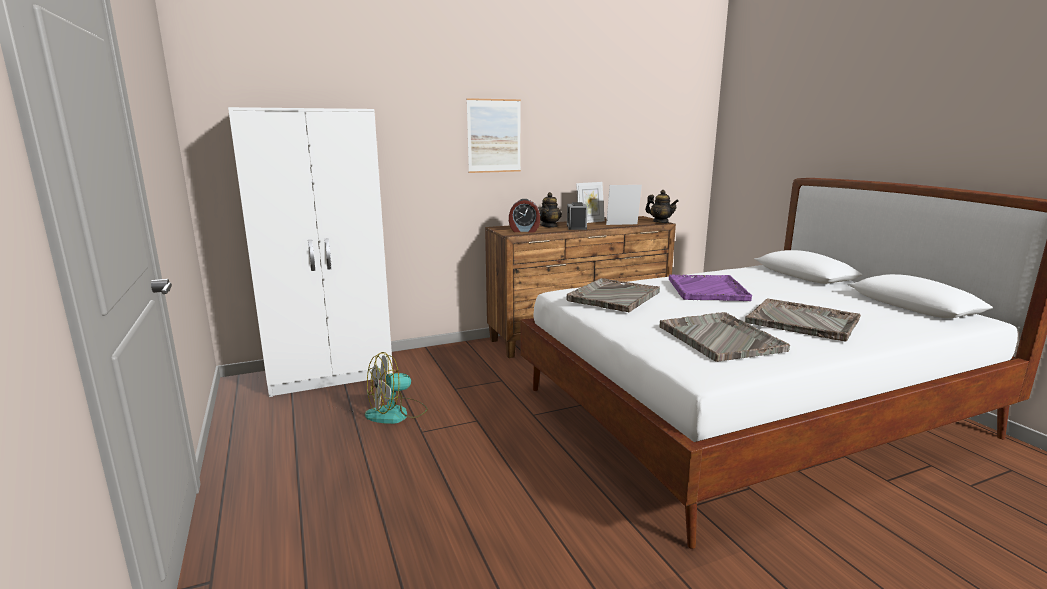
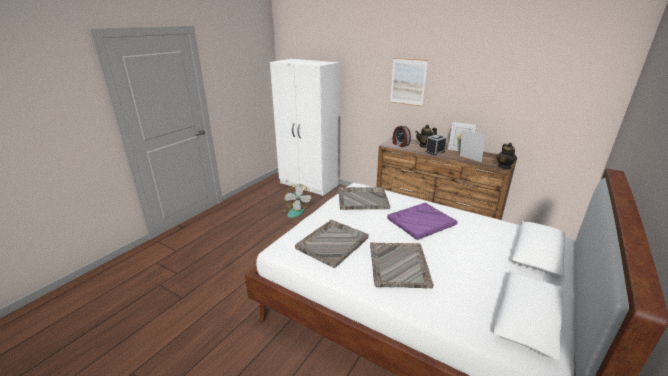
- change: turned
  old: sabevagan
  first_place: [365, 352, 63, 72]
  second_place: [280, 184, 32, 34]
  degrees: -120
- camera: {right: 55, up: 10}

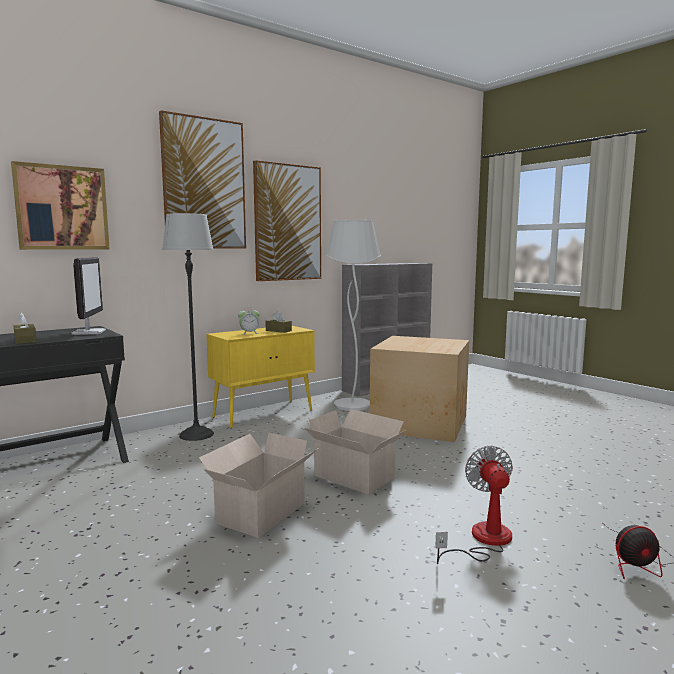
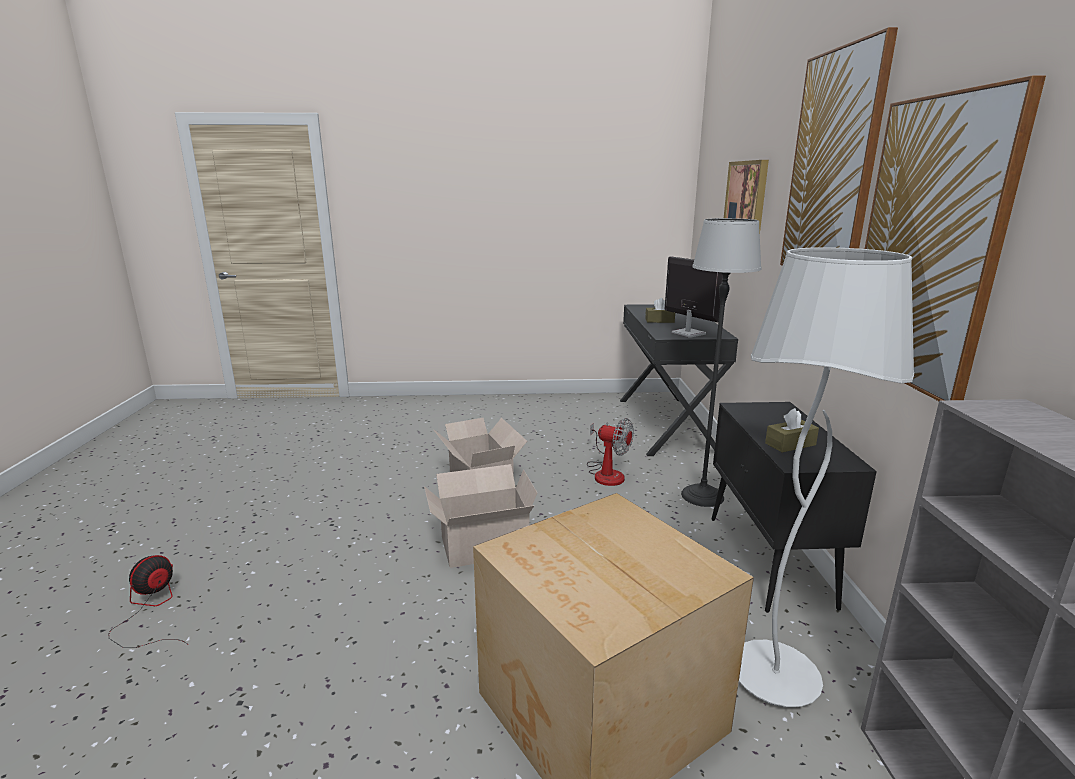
- change: turned
  old: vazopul
  first_place: [72, 257, 34, 78]
  second_place: [665, 256, 58, 82]
  degrees: -150
- change: recoloured
  old: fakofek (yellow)
  new: fakofek (black)
  first_place: [206, 326, 109, 102]
  second_place: [711, 402, 166, 211]
- change: removed
  old: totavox
  first_place: [238, 307, 22, 28]
- change: moved
  old: sabevagan
  first_place: [435, 446, 78, 118]
  second_place: [587, 418, 47, 68]
- camera: {right: 125, up: 10}

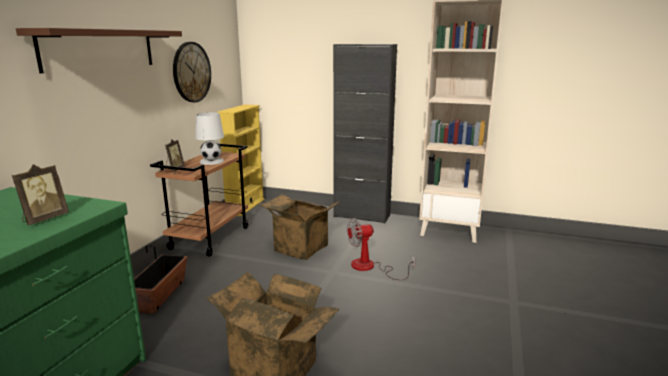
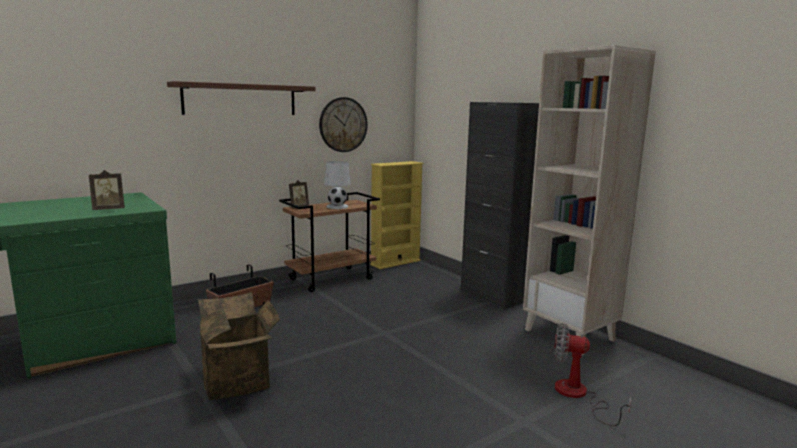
- change: removed
  old: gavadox
  first_place: [259, 194, 81, 66]
- change: moved
  old: sabevagan
  first_place: [347, 218, 69, 62]
  second_place: [554, 323, 77, 103]
- camera: {right: 35, up: -5}

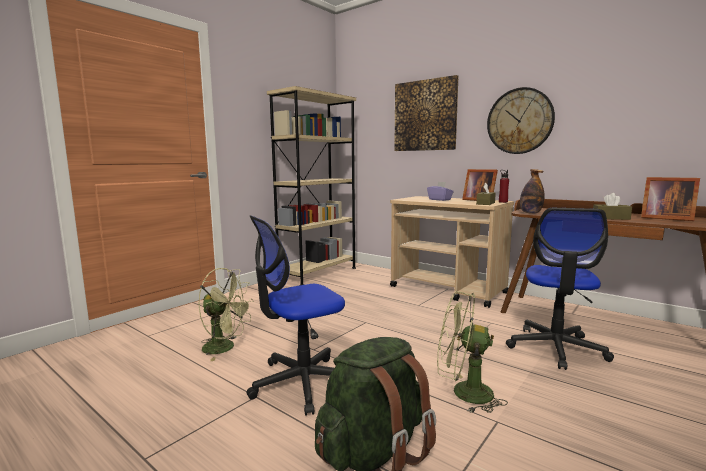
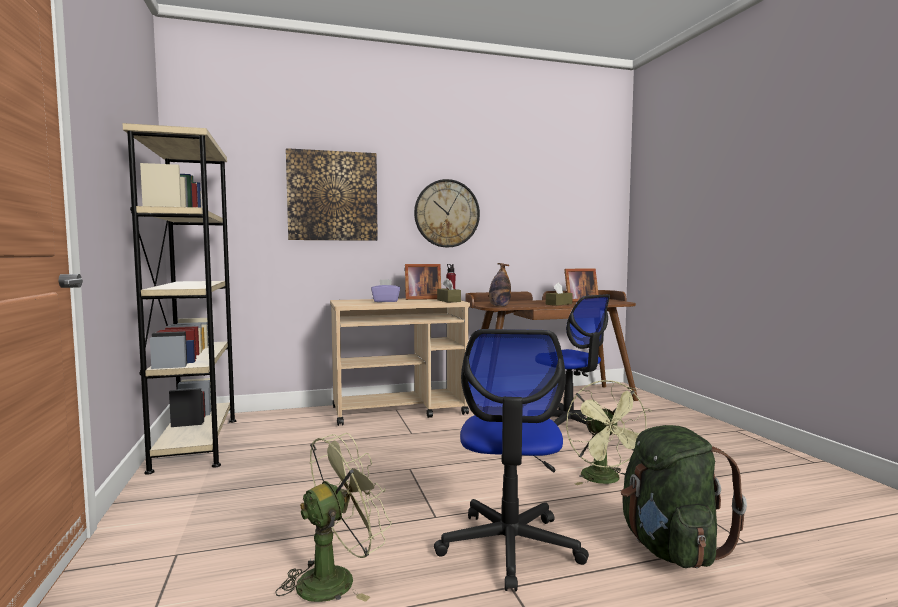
- change: turned
  old: sabevagan (green)
  first_place: [437, 291, 71, 122]
  second_place: [566, 380, 86, 105]
  degrees: -60
- camera: {right: -55, up: -5}

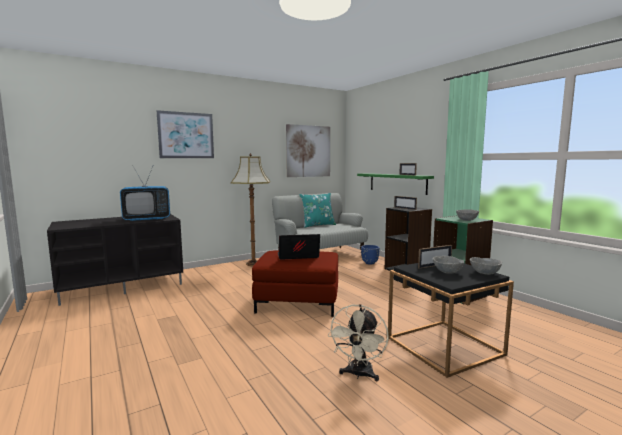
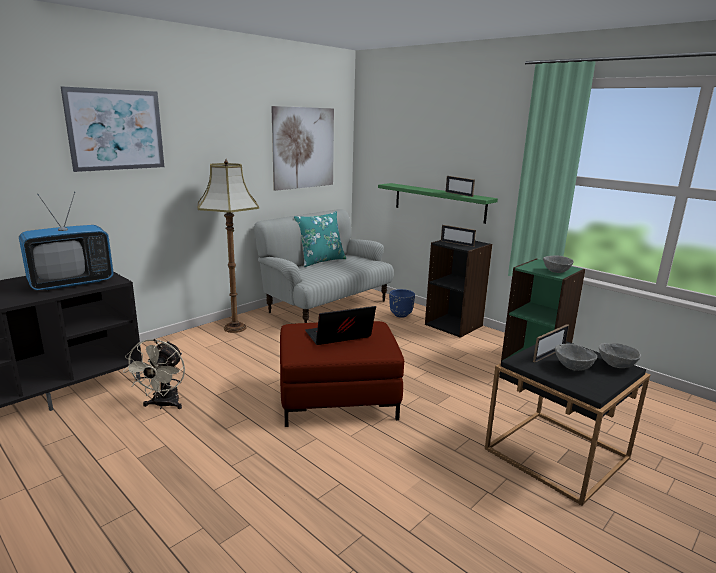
- change: moved
  old: sabevagan (beige)
  first_place: [328, 304, 61, 77]
  second_place: [123, 339, 62, 70]
- camera: {right: -15, up: 10}

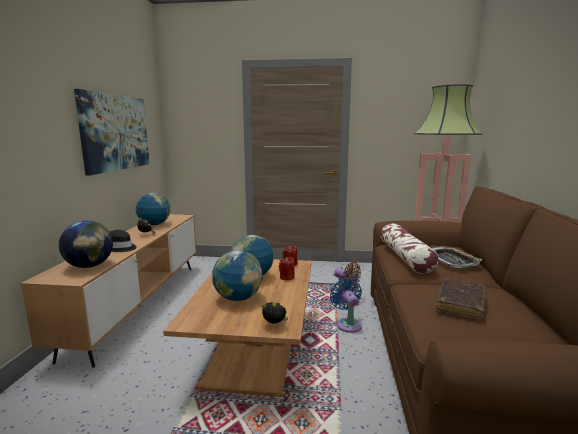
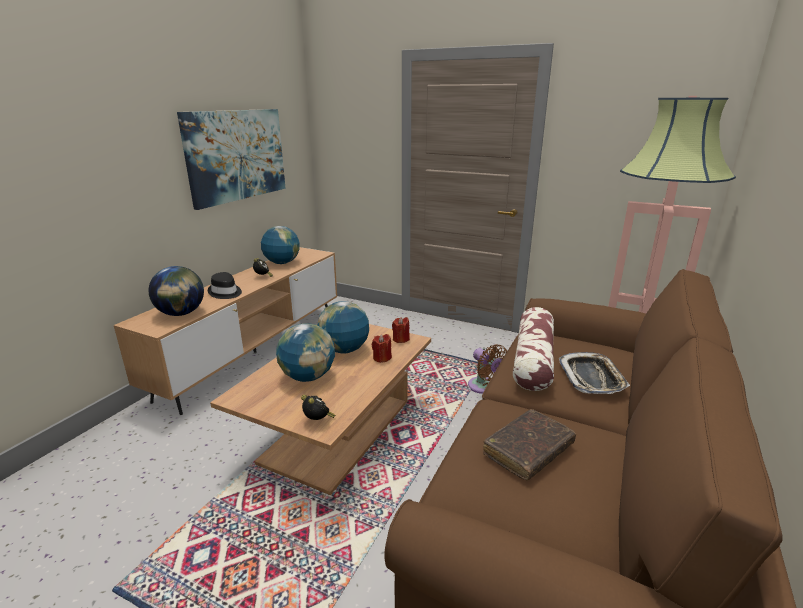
- change: removed
  old: sabevagan (blue)
  first_place: [330, 278, 32, 55]
- camera: {right: 20, up: 10}

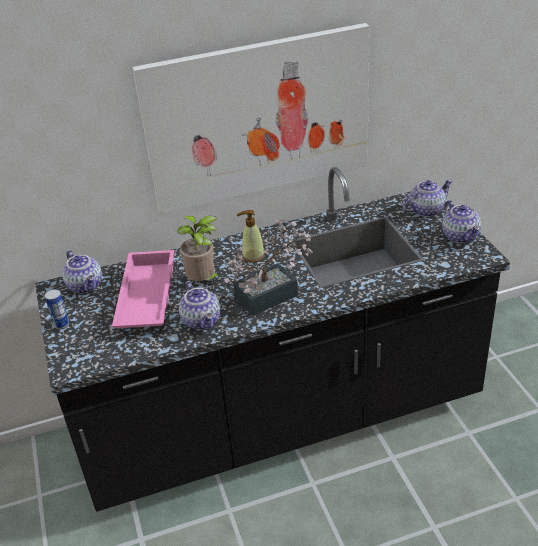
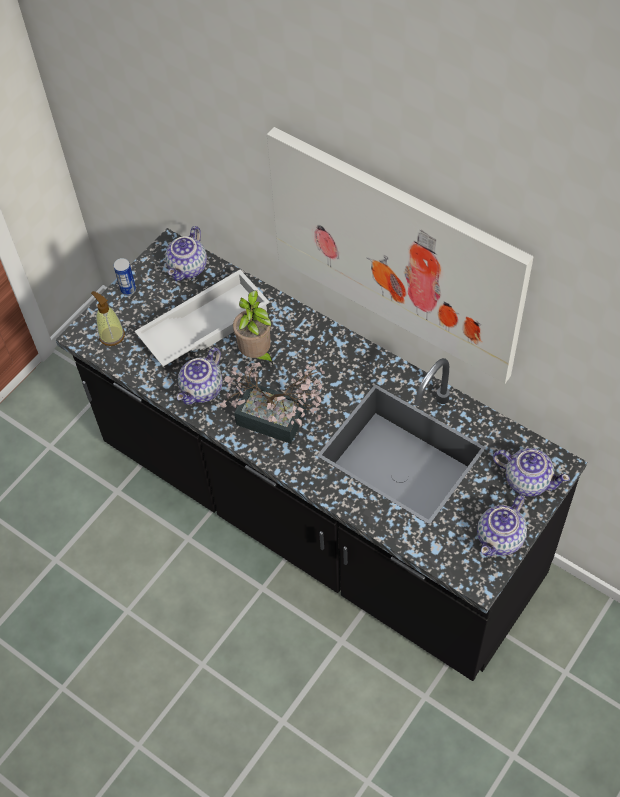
- change: recoloured
  old: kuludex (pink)
  new: kuludex (white)
  first_place: [112, 250, 62, 78]
  second_place: [135, 270, 135, 97]
- change: moved
  old: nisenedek
  first_place: [237, 210, 28, 53]
  second_place: [91, 291, 34, 55]
- camera: {right: 55, up: 20}

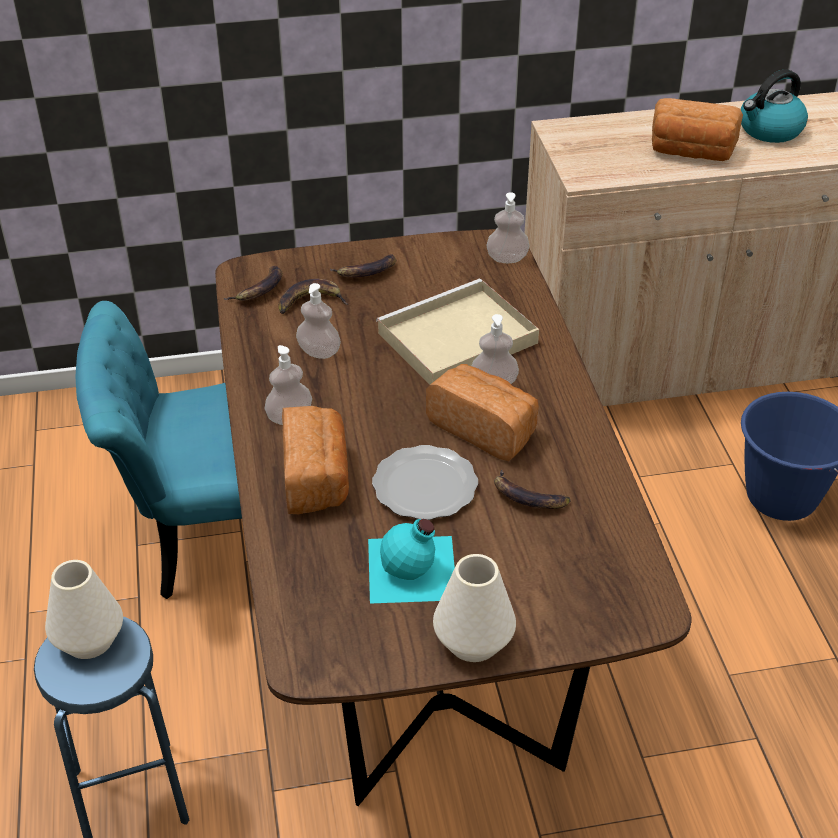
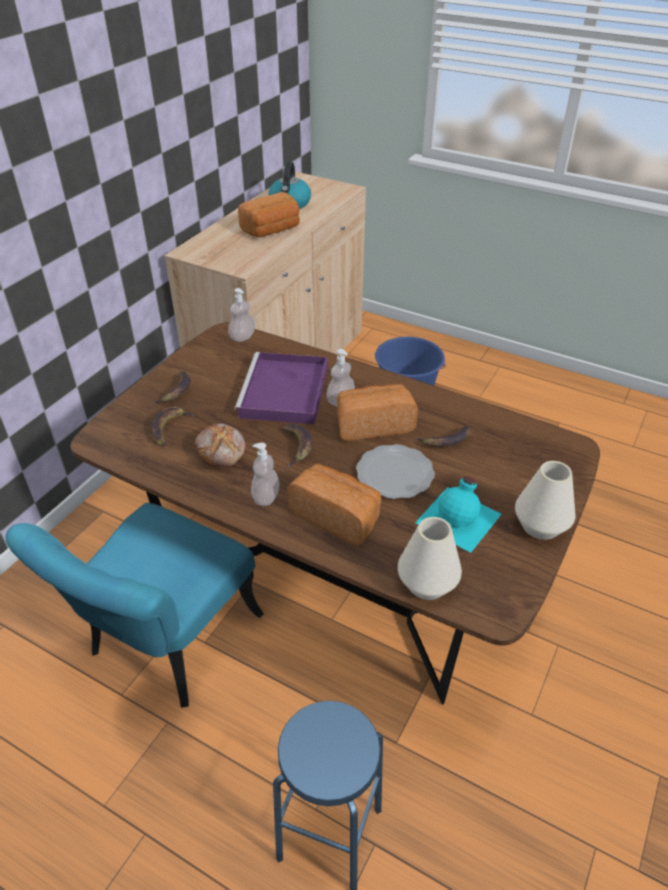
- change: moved
  old: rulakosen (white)
  first_place: [45, 560, 78, 99]
  second_place: [398, 517, 64, 83]
- change: moved
  old: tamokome
  first_place: [223, 266, 60, 35]
  second_place: [282, 424, 30, 43]
- change: replaced
  old: nisenedek
  new: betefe
  first_place: [296, 283, 45, 76]
  second_place: [195, 424, 51, 44]
- change: recoloured
  old: kuludex (beige)
  new: kuludex (purple)
  first_place: [376, 279, 163, 105]
  second_place: [234, 352, 94, 72]
- camera: {right: -50, up: 0}

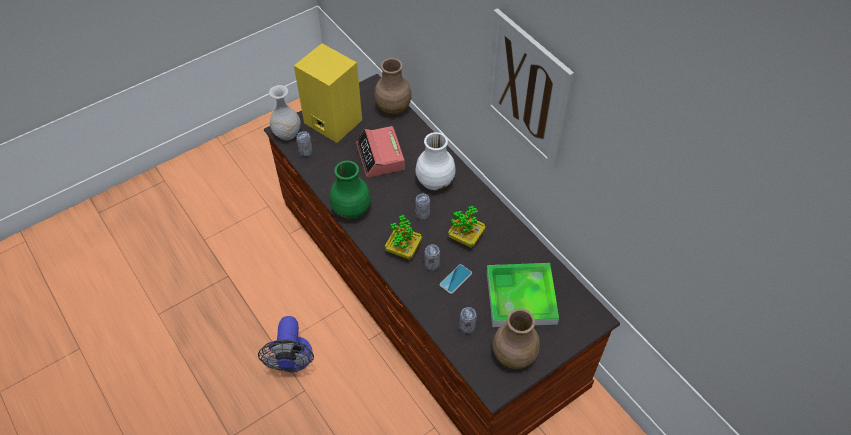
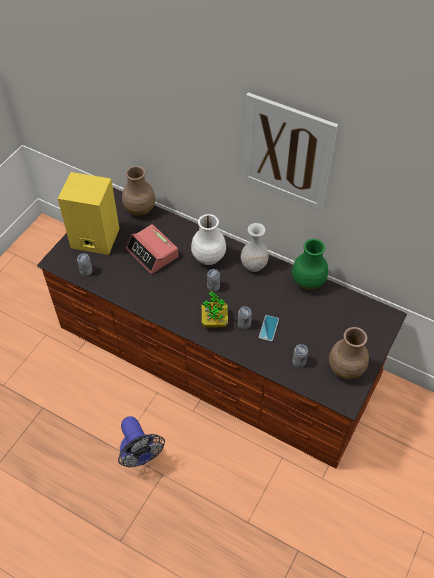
- change: moved
  old: rulakosen (white)
  first_place: [269, 85, 32, 55]
  second_place: [241, 223, 28, 49]
- change: moved
  old: rulakosen (green)
  first_place: [330, 161, 41, 58]
  second_place: [292, 239, 36, 51]
- change: removed
  old: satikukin
  first_place: [448, 206, 38, 42]
- change: removed
  old: kuludex
  first_place: [487, 263, 72, 64]
- camera: {right: -25, up: 0}

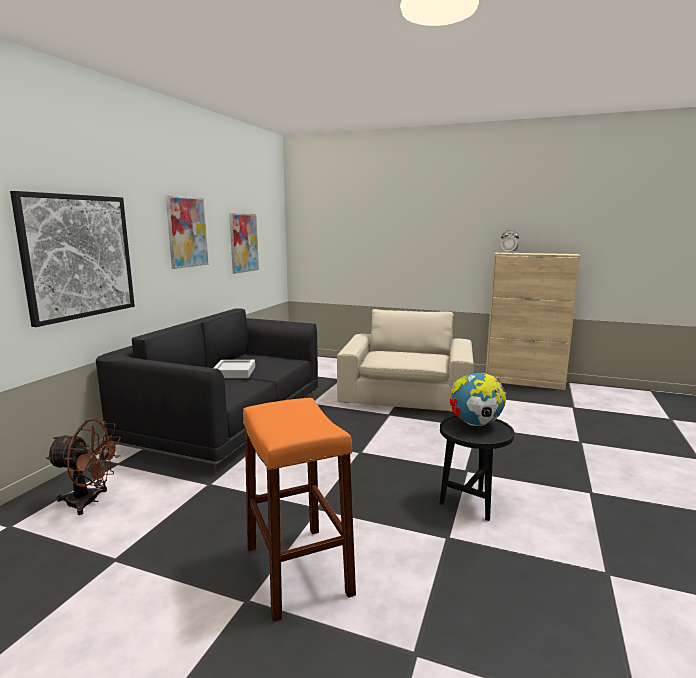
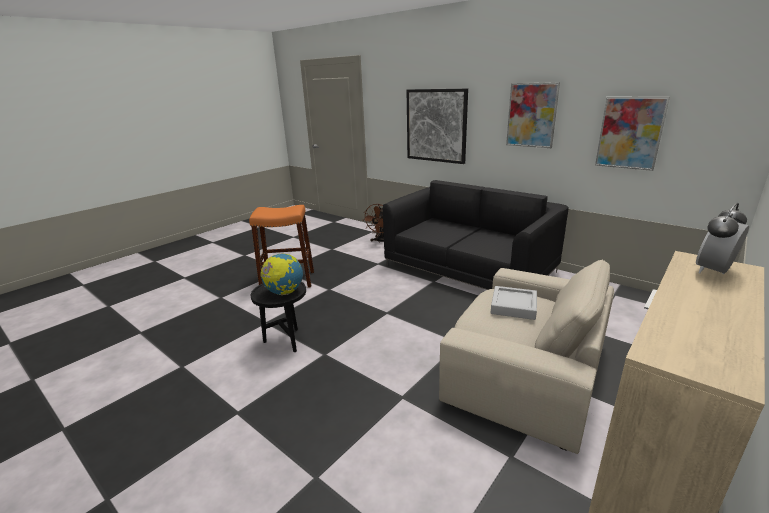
- change: moved
  old: kuludex (grey)
  first_place: [214, 360, 41, 18]
  second_place: [491, 286, 46, 34]
- camera: {right: 110, up: 10}

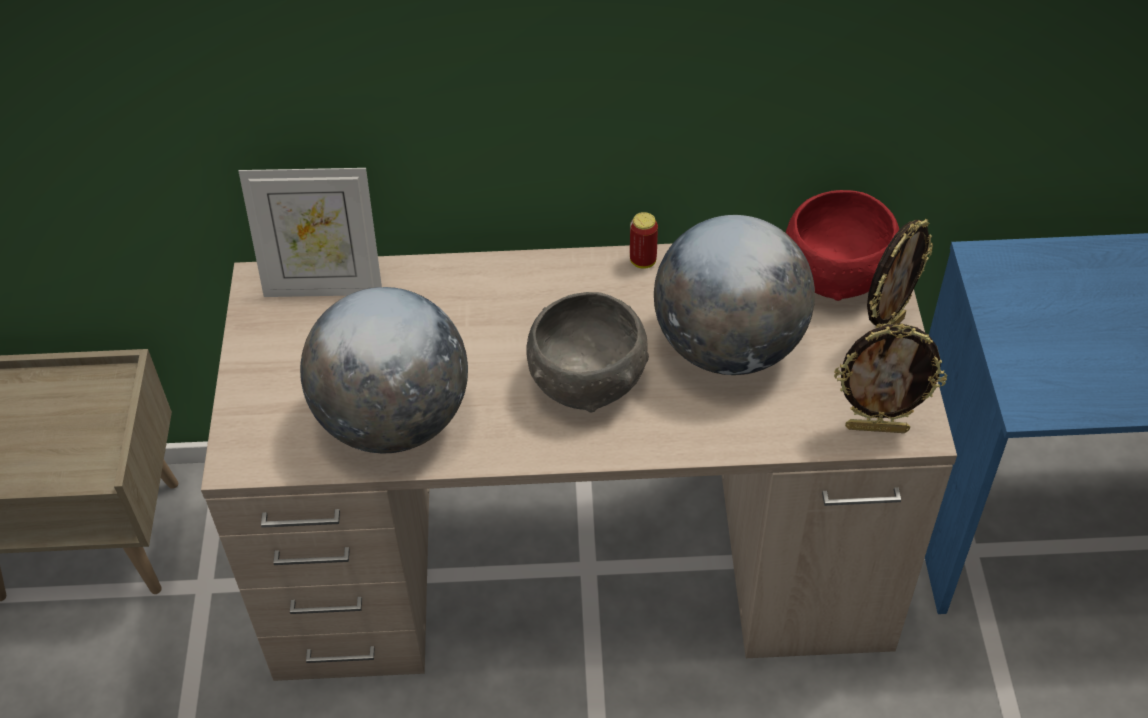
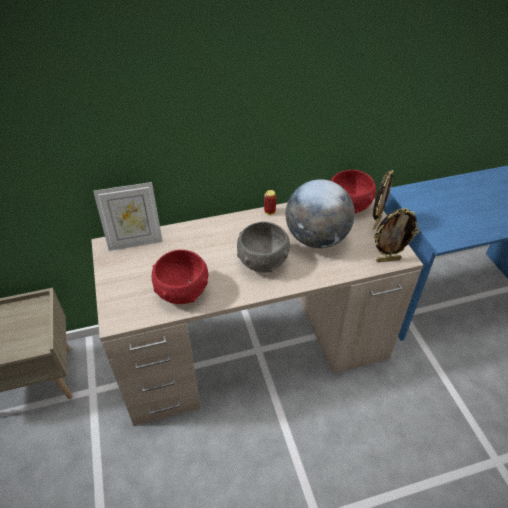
- change: replaced
  old: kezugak
  new: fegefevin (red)
  first_place: [300, 287, 168, 166]
  second_place: [152, 250, 56, 54]
- camera: {right: -15, up: -5}

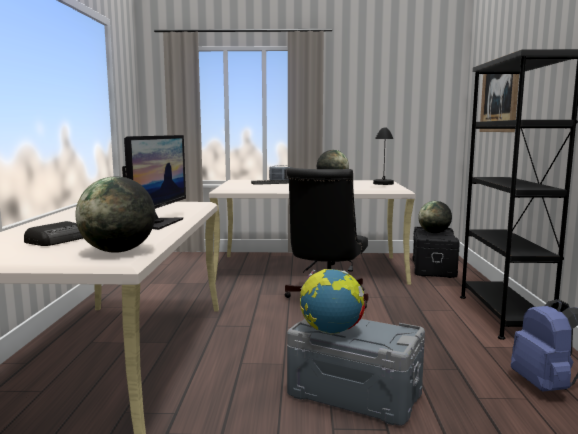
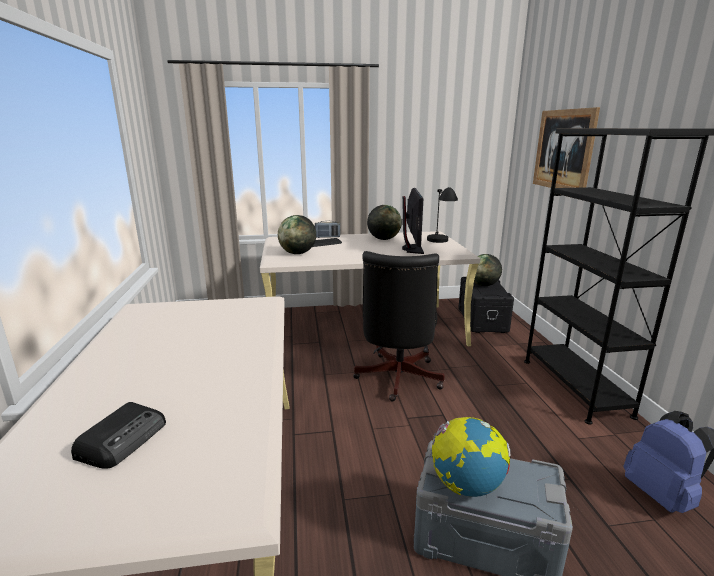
- change: moved
  old: kezugak
  first_place: [75, 177, 80, 76]
  second_place: [278, 215, 38, 39]
- change: moved
  old: vazopul
  first_place: [122, 135, 64, 95]
  second_place: [402, 188, 22, 66]
- camera: {right: -10, up: 10}

